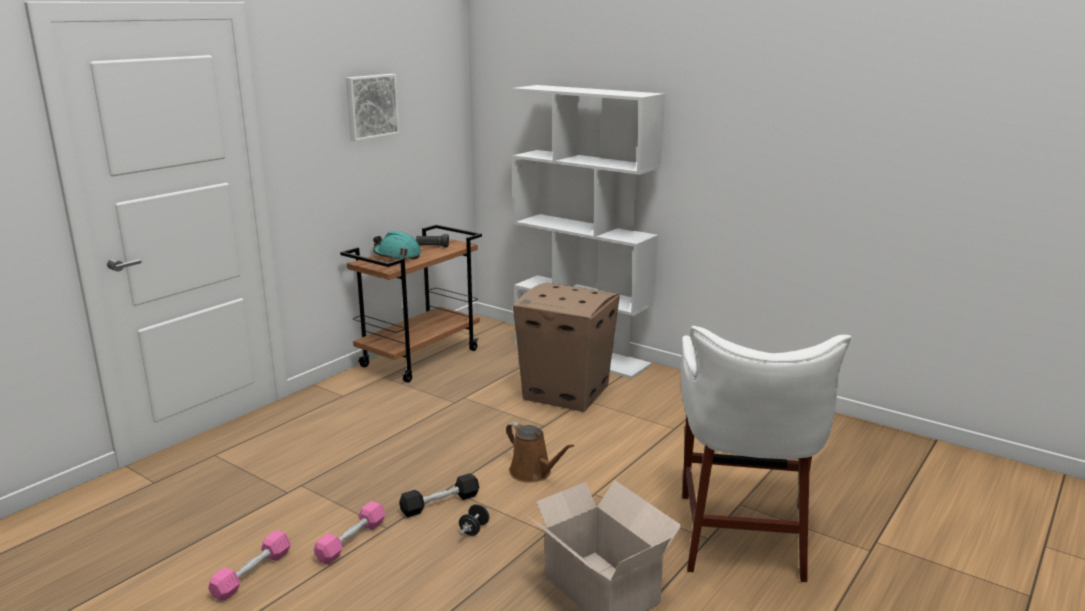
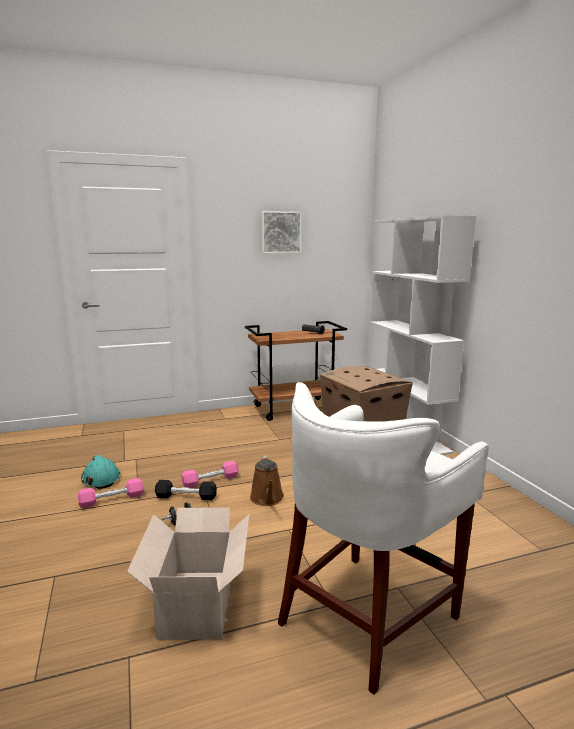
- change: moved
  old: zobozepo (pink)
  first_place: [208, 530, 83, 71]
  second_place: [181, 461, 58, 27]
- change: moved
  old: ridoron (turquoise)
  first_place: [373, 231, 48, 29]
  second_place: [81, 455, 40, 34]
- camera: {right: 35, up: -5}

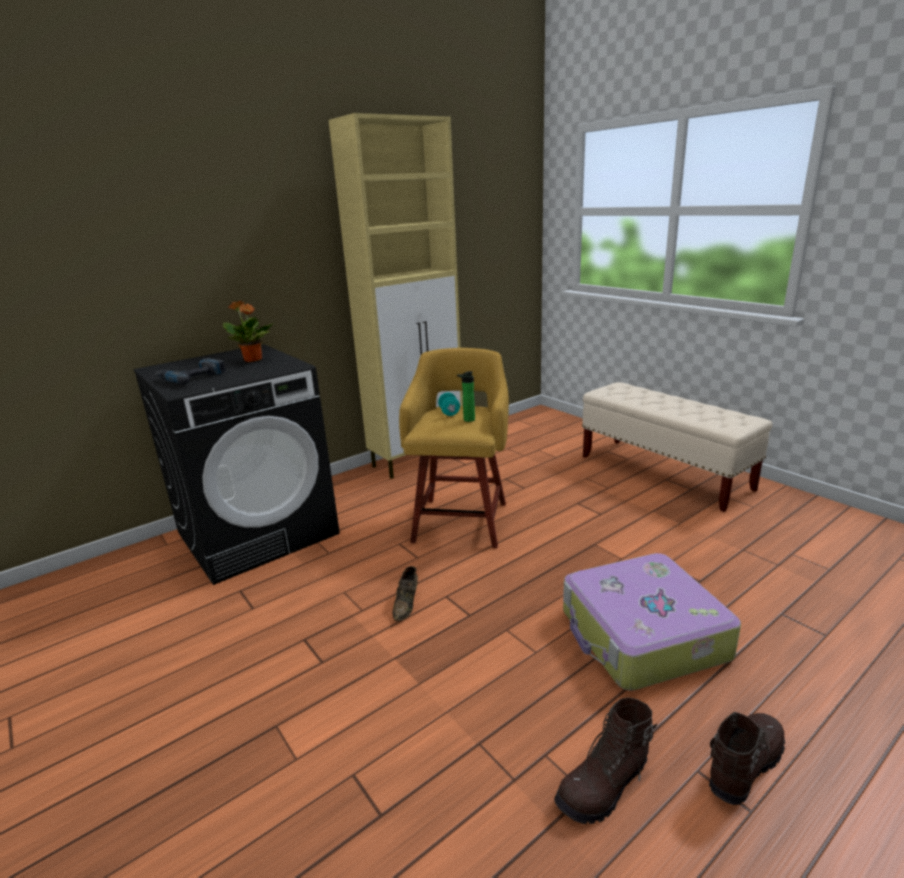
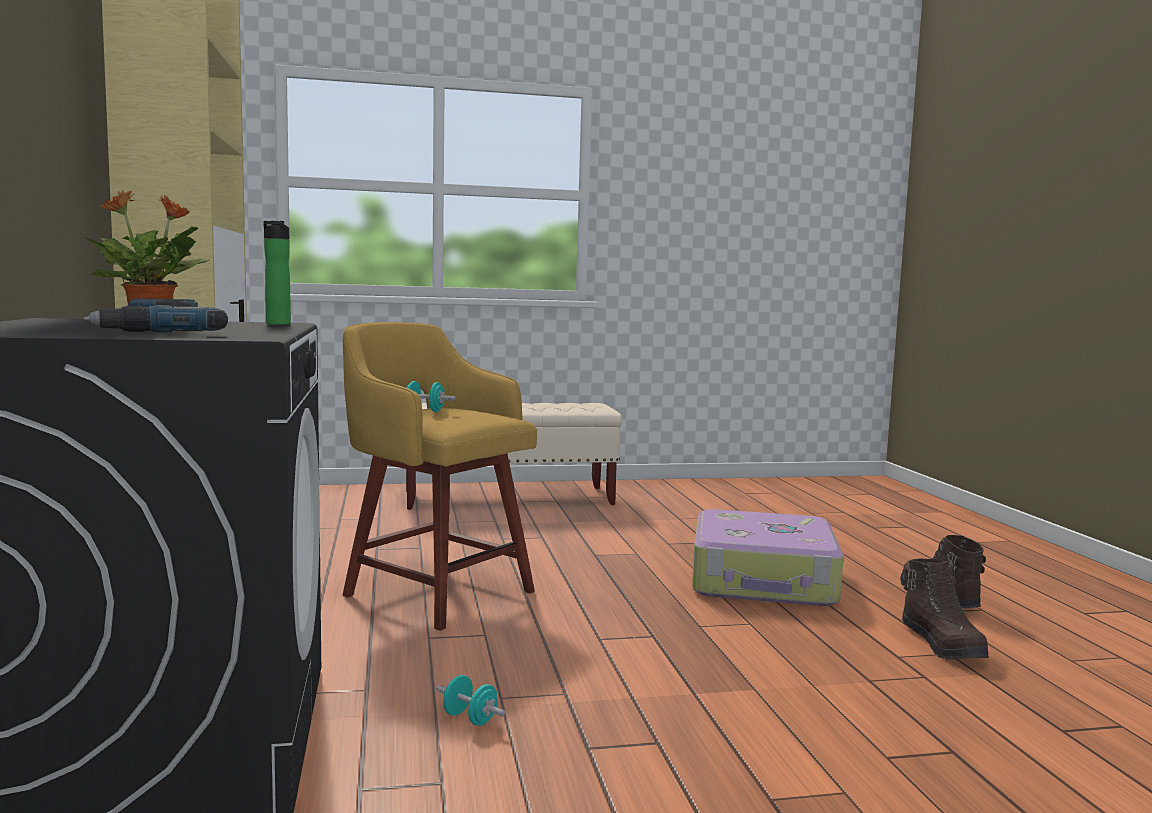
- change: removed
  old: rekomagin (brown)
  first_place: [392, 566, 26, 55]
- change: moved
  old: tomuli
  first_place: [457, 371, 18, 51]
  second_place: [263, 220, 28, 105]
- change: added
  new: zobozepo (turquoise)
  second_place: [437, 675, 68, 51]
- camera: {right: -65, up: -15}

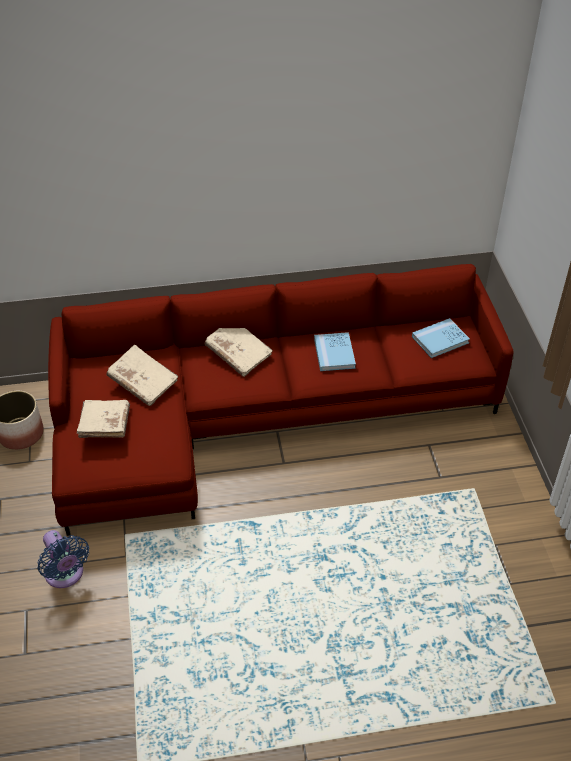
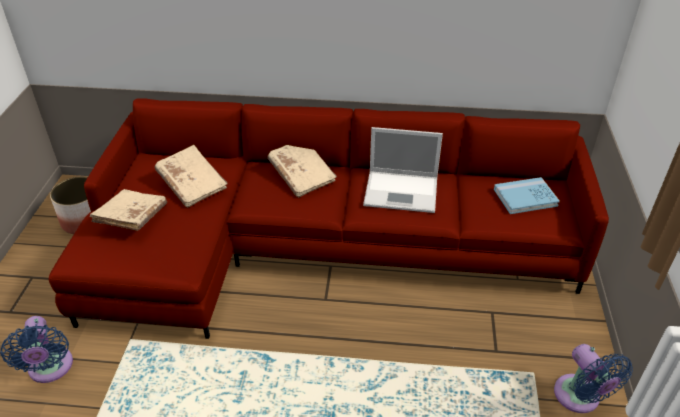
- change: replaced
  old: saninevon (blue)
  new: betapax
  first_place: [314, 332, 42, 39]
  second_place: [363, 127, 80, 86]
- change: added
  new: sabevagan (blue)
  second_place: [554, 344, 79, 69]
- camera: {right: 15, up: -5}

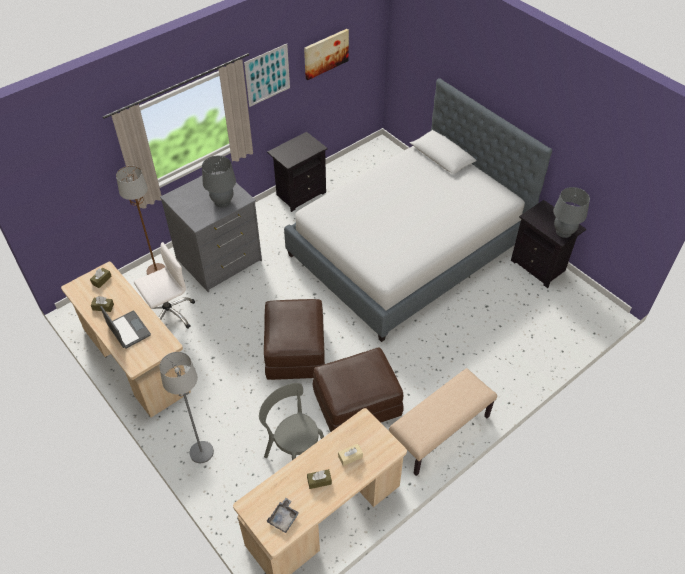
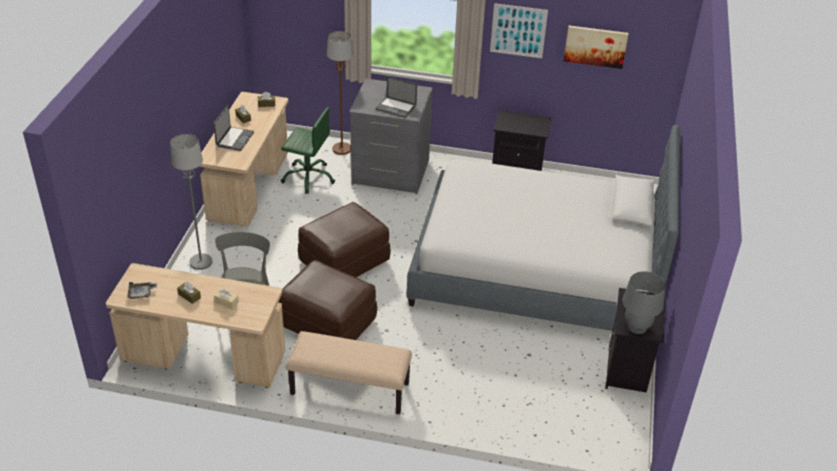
- change: recoloured
  old: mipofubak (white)
  new: mipofubak (green)
  first_place: [134, 242, 61, 87]
  second_place: [281, 107, 54, 87]
- change: replaced
  old: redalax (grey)
  new: betapax
  first_place: [202, 156, 34, 52]
  second_place: [376, 76, 41, 42]
- camera: {right: 50, up: -10}

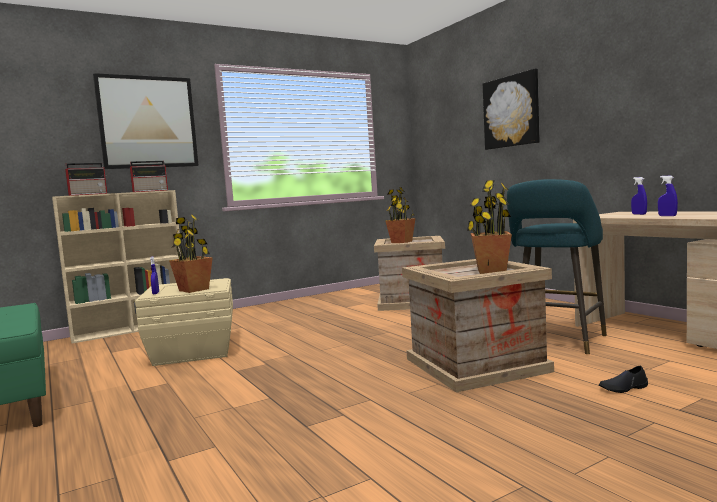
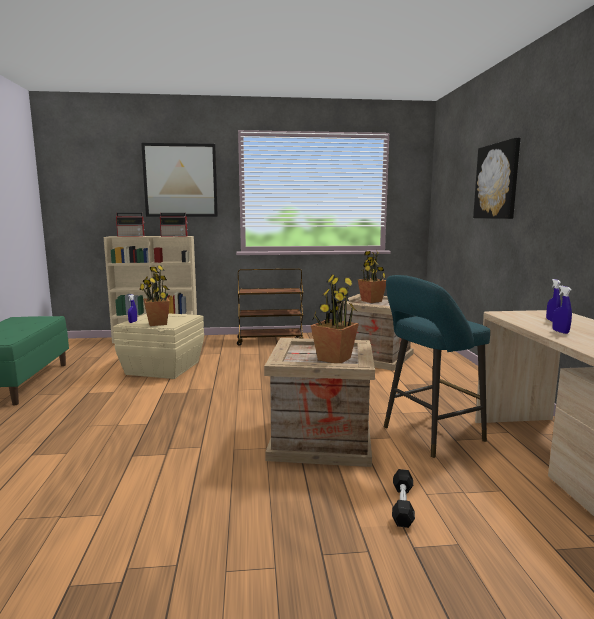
- change: replaced
  old: rekomagin (black)
  new: zobozepo (black)
  first_place: [599, 365, 49, 28]
  second_place: [392, 469, 23, 59]
- change: added
  new: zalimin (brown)
  second_place: [237, 268, 67, 78]
- camera: {right: 25, up: 5}

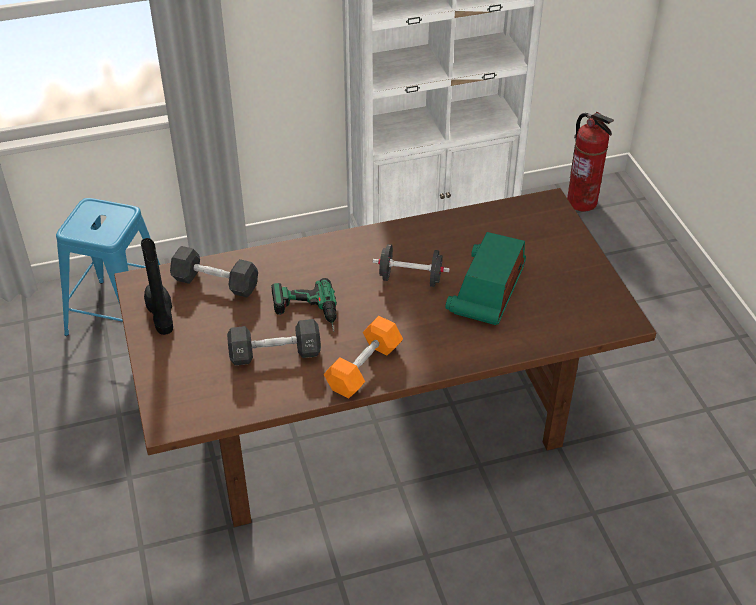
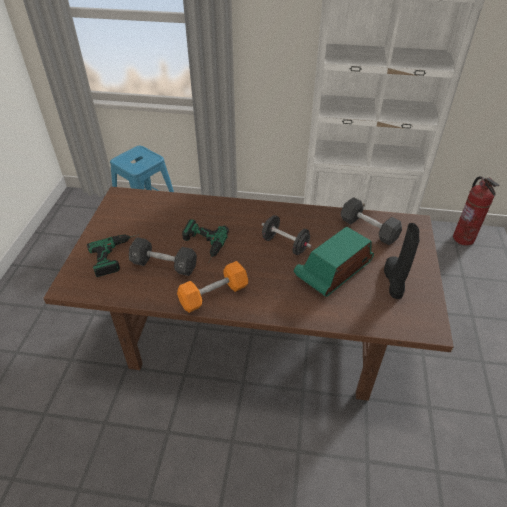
- change: moved
  old: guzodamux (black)
  first_place: [141, 238, 32, 97]
  second_place: [384, 223, 36, 76]
- change: moved
  old: zobozepo (black)
  first_place: [170, 246, 88, 52]
  second_place: [341, 197, 61, 48]
- change: added
  new: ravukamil
  second_place: [87, 234, 50, 43]
- camera: {right: 25, up: 0}

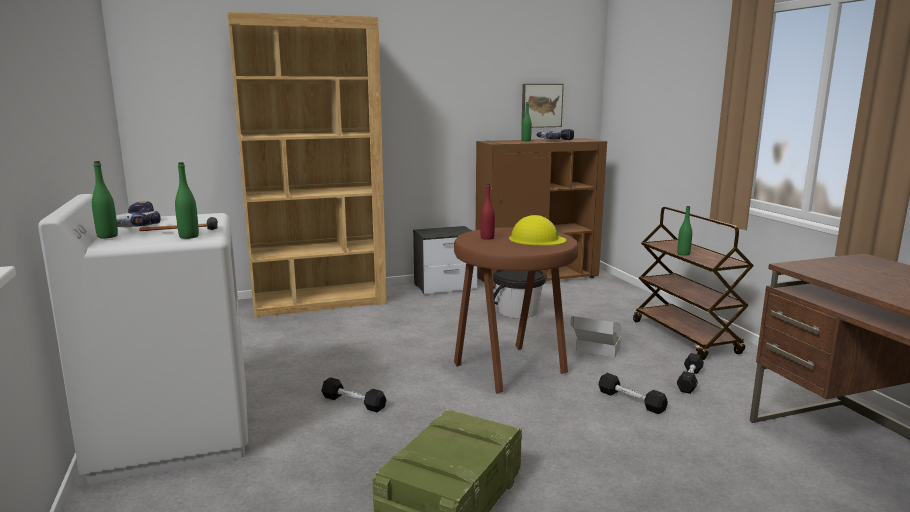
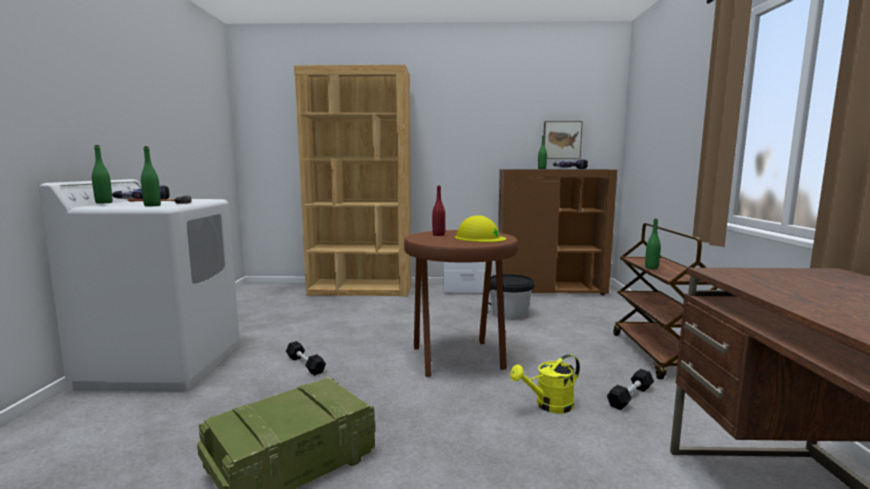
- change: removed
  old: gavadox
  first_place: [570, 316, 51, 42]
- change: replaced
  old: zobozepo (black)
  new: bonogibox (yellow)
  first_place: [599, 373, 69, 41]
  second_place: [510, 354, 70, 59]
- camera: {right: 20, up: -5}

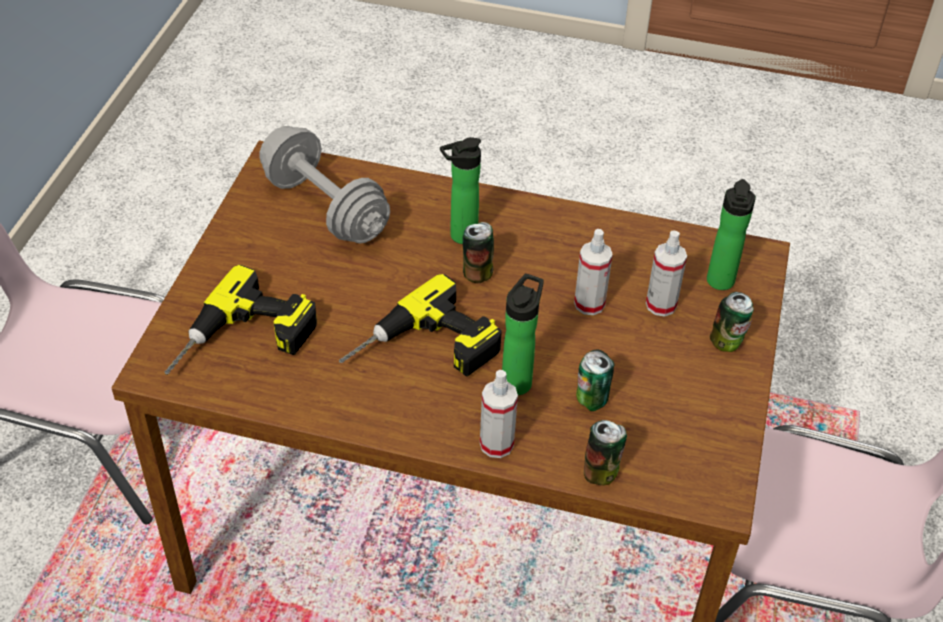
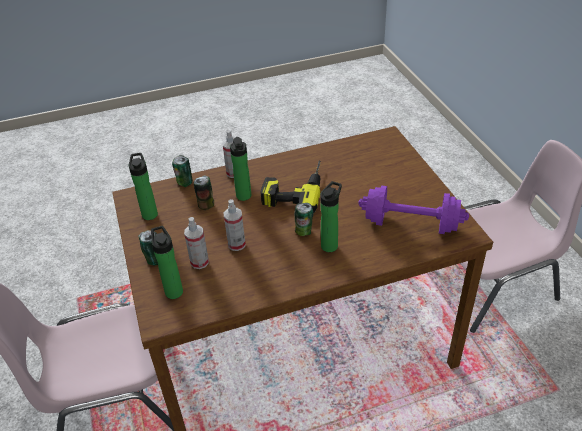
- change: removed
  old: ravukamil
  first_place: [165, 265, 152, 110]
- change: recoloured
  old: zobozepo (grey)
  new: zobozepo (purple)
  first_place: [260, 126, 130, 117]
  second_place: [358, 185, 111, 49]
- change: added
  new: tomuli
  second_place: [129, 153, 29, 67]
- camera: {right: 150, up: -5}

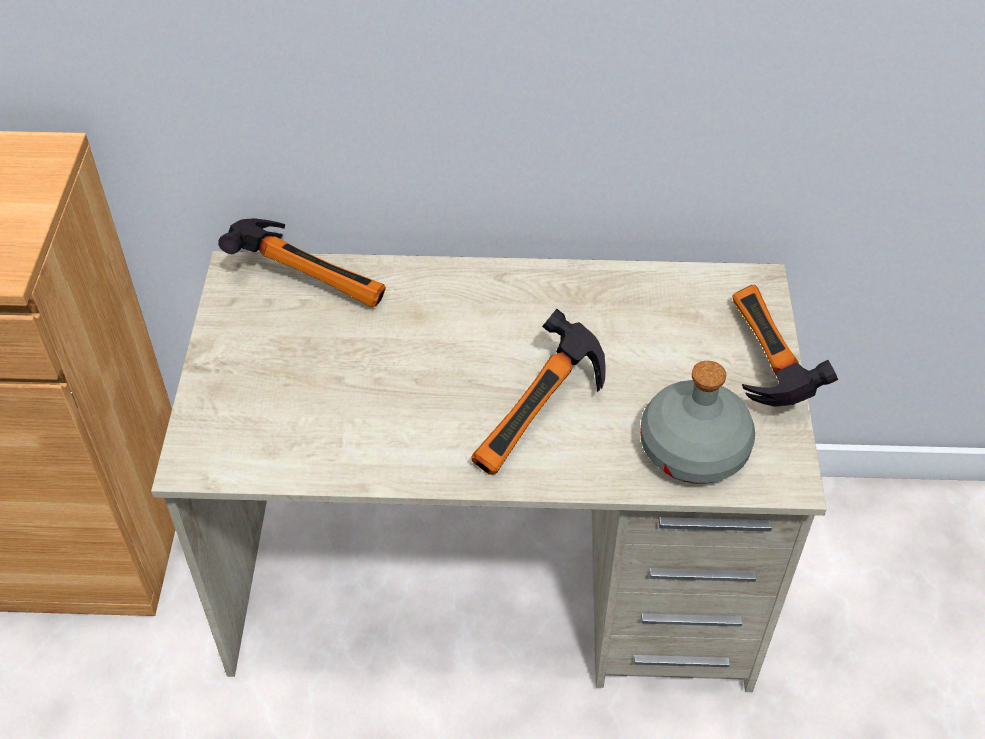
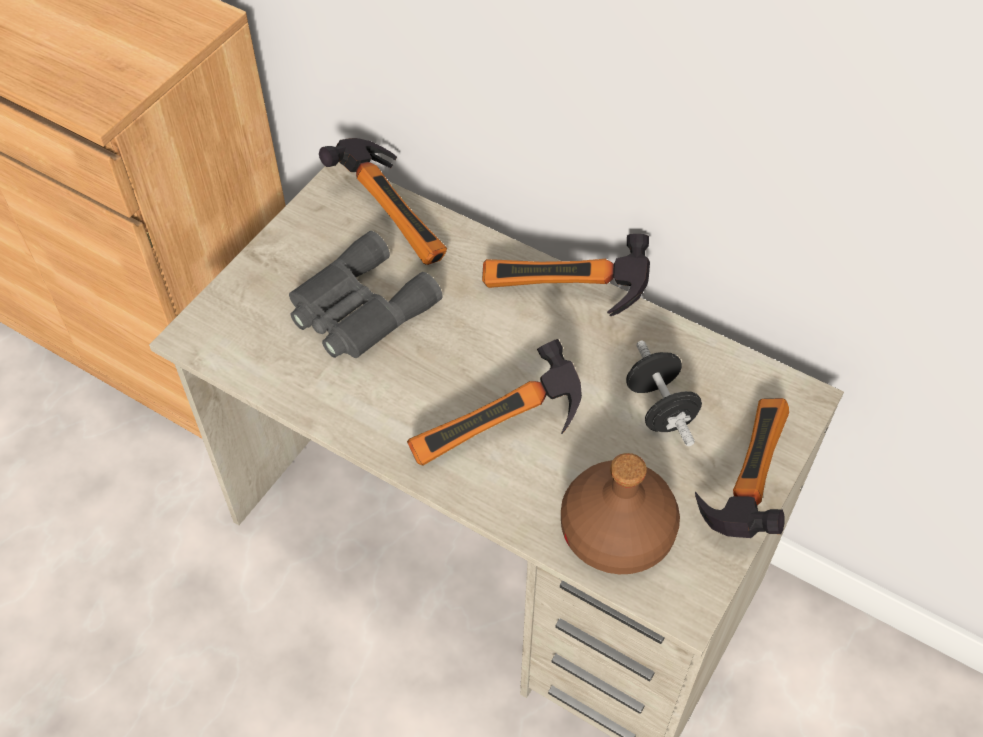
- change: recoloured
  old: tomuli (grey)
  new: tomuli (brown)
  first_place: [640, 361, 115, 123]
  second_place: [561, 453, 119, 121]
- change: added
  new: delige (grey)
  second_place: [289, 231, 154, 127]
- change: added
  new: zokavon
  second_place: [482, 234, 168, 82]
- change: added
  new: zobozepo (black)
  second_place: [626, 341, 76, 105]
- camera: {right: 30, up: 5}

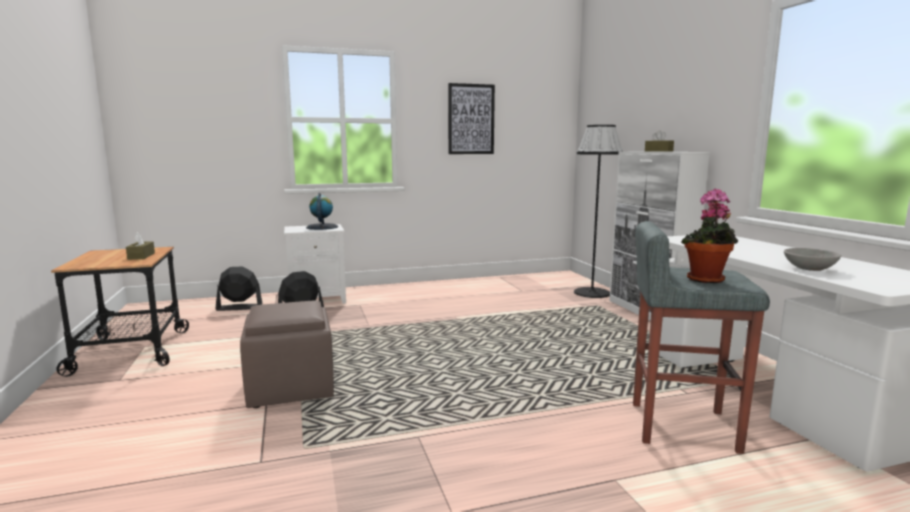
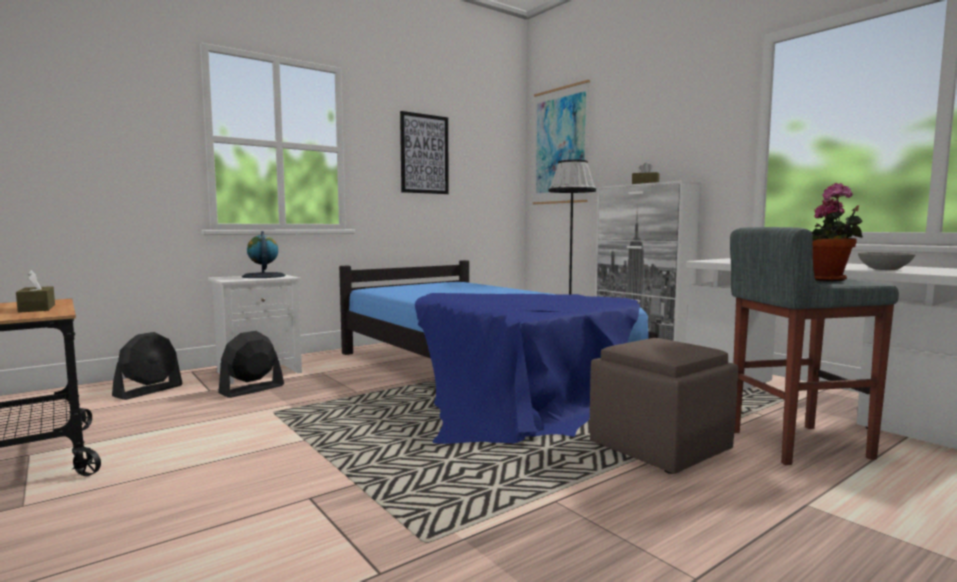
- change: turned
  old: sabevagan (black)
  first_place: [215, 266, 48, 45]
  second_place: [112, 332, 71, 68]
  degrees: 150
- change: moved
  old: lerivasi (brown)
  first_place: [240, 300, 94, 108]
  second_place: [590, 338, 148, 136]
- change: added
  new: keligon
  second_place: [339, 260, 318, 184]
- change: added
  new: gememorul
  second_place: [533, 80, 57, 125]
- camera: {right: -20, up: -5}

